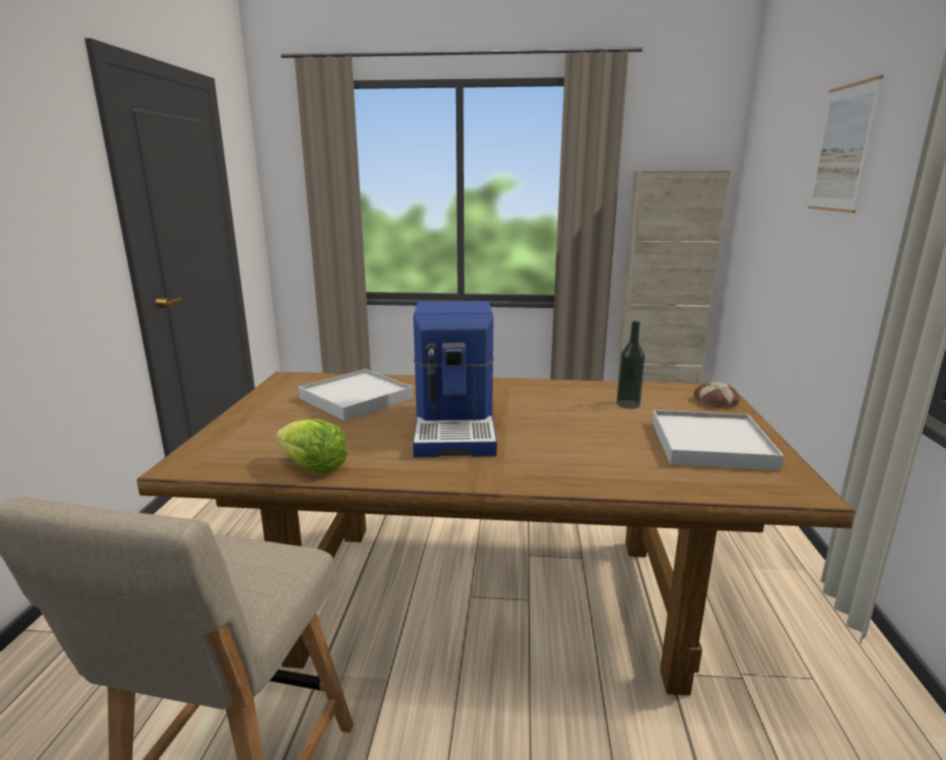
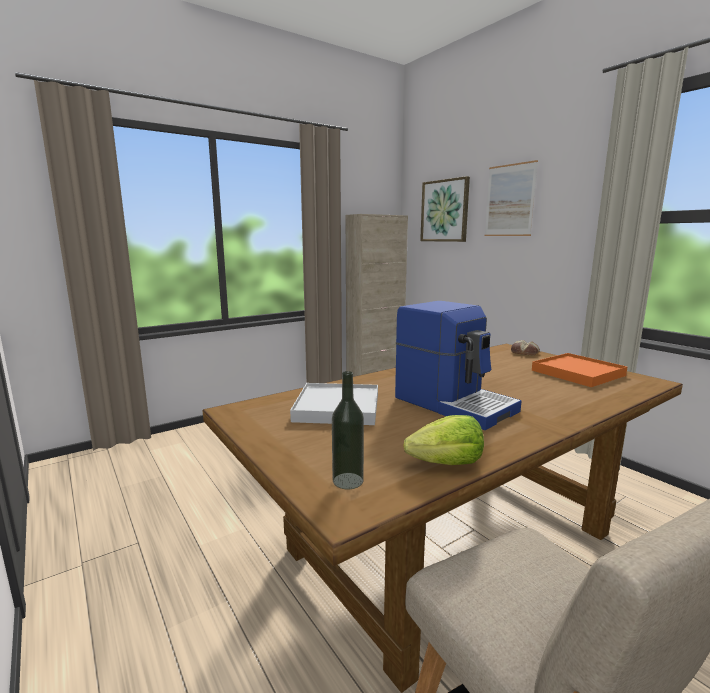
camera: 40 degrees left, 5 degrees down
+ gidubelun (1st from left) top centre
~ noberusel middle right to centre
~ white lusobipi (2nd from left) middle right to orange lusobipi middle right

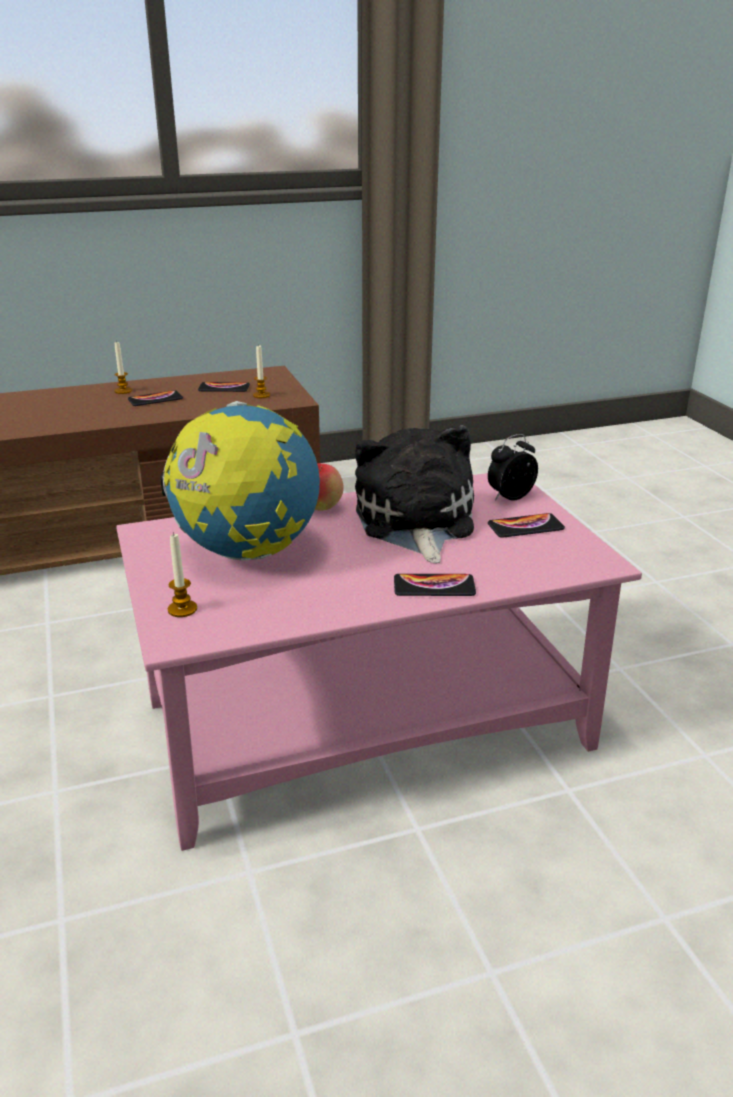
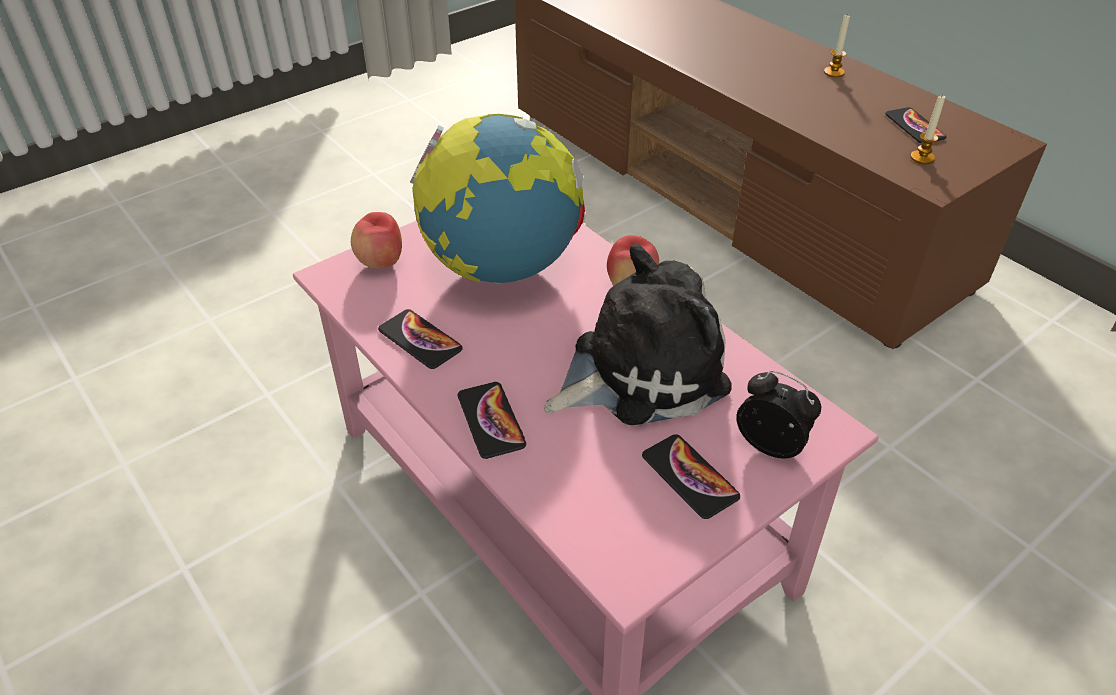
camera: 70 degrees right, 15 degrees up
~ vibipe (1st from left) middle left to centre
~ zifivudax (2nd from left) middle left to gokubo (1st from left) centre

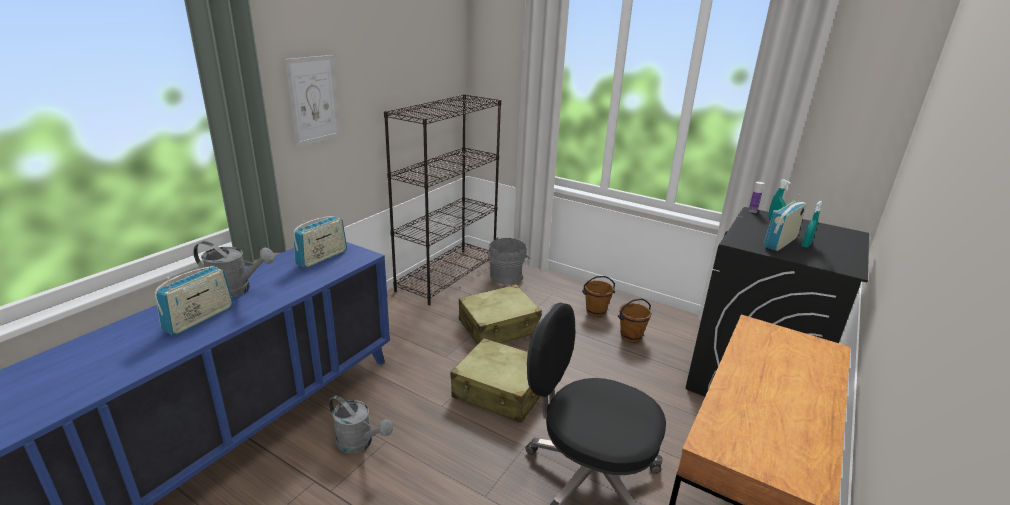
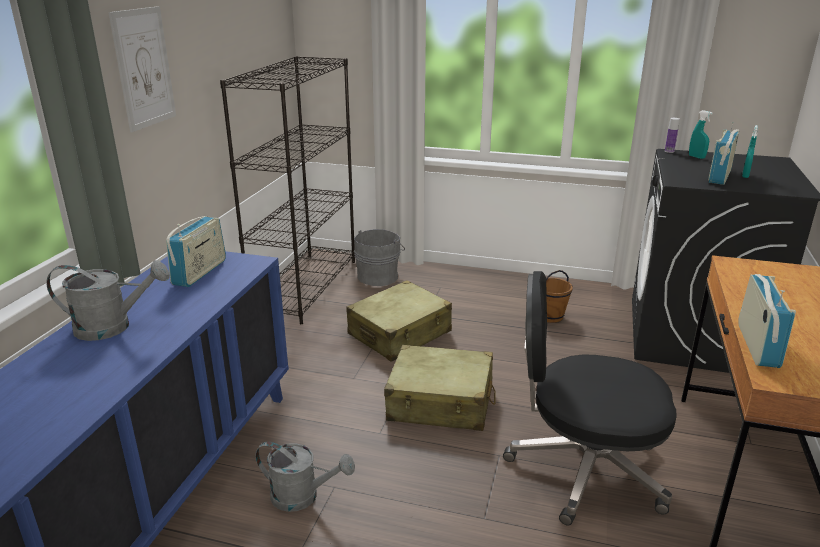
camera: 15 degrees left, 0 degrees up
- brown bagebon (1st from left) centre
~ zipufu (1st from left in the first image) middle left to zipufu (3rd from left) middle right

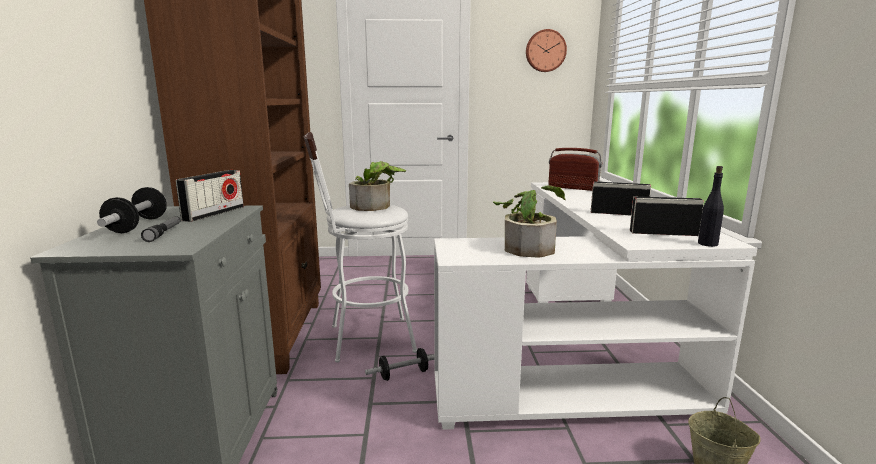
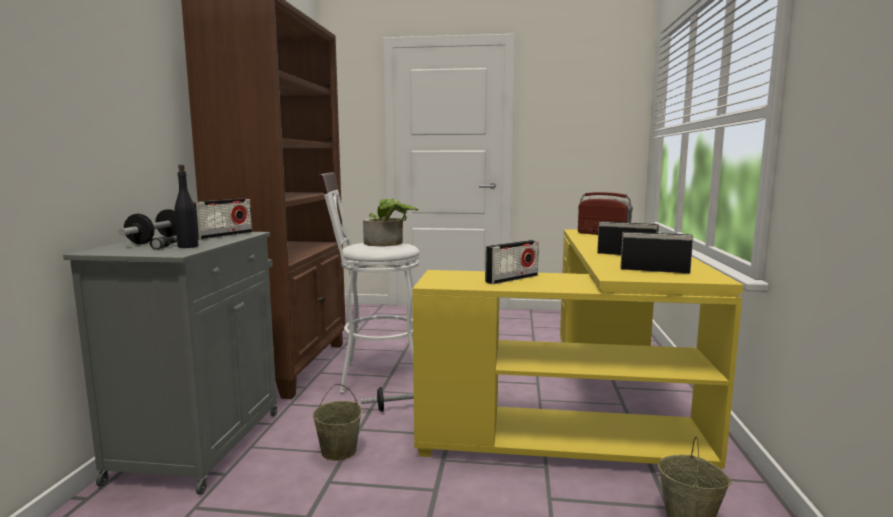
camera: 10 degrees right, 5 degrees down
- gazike top centre
+ beige bagebon (1st from left) bottom centre
~ black noberusel middle right to middle left
~ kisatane (2nd from left) centre to zipufu (2nd from left) centre
~ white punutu middle right to yellow punutu bottom centre

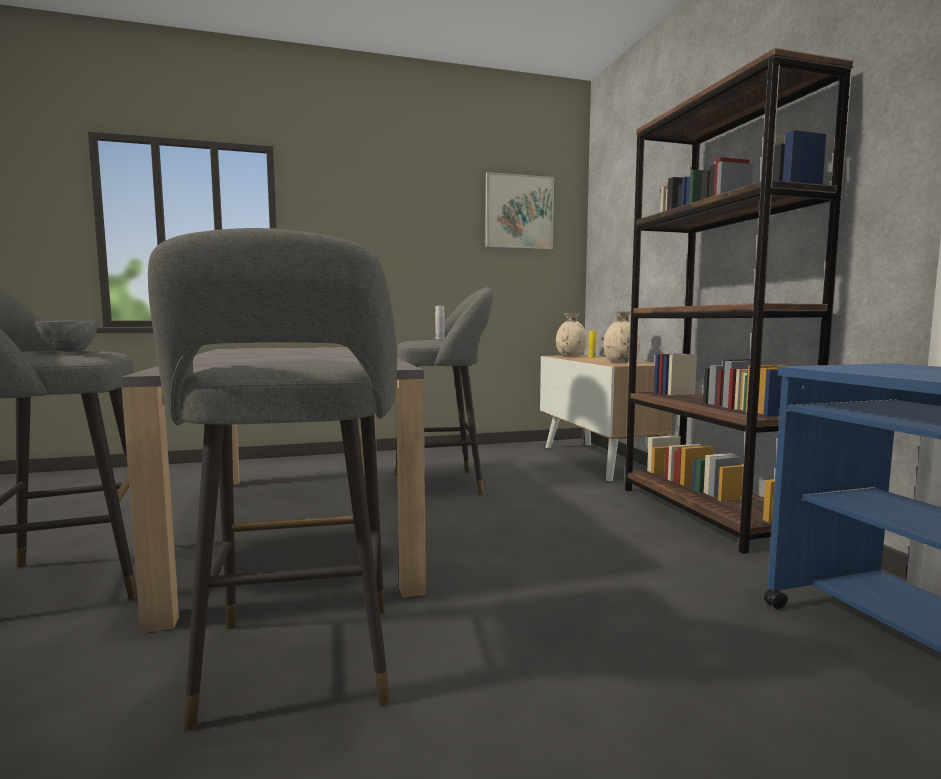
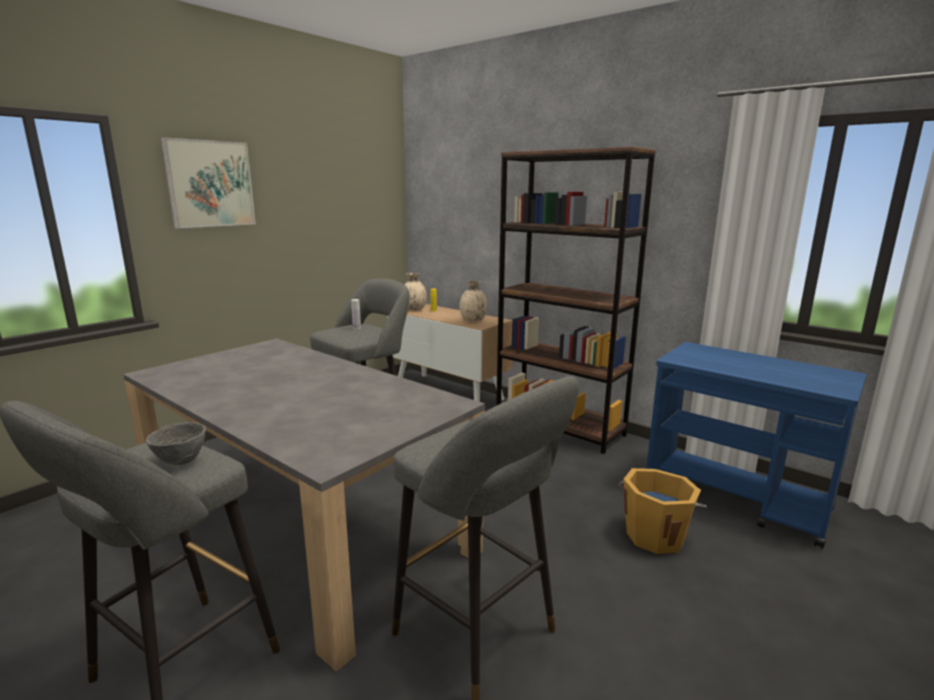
camera: 35 degrees left, 10 degrees up
+ orange bagebon bottom right
~ gidubelun top centre to top left

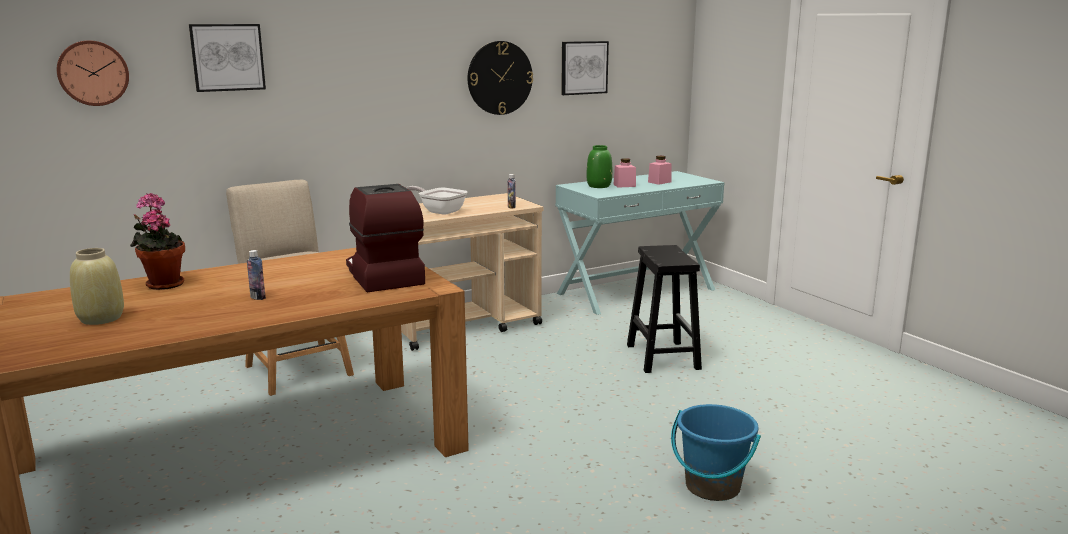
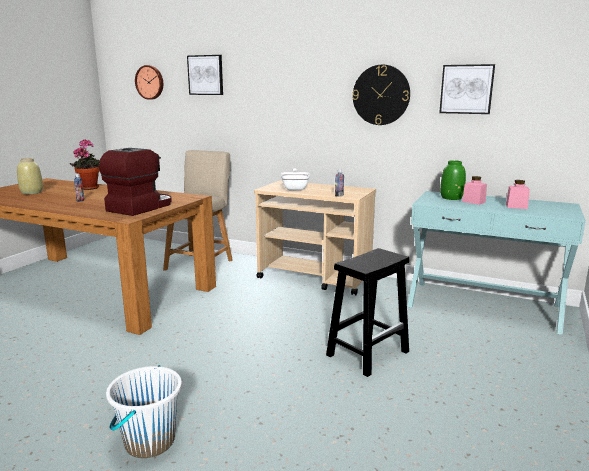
camera: 55 degrees right, 0 degrees up
~ blue bagebon bottom right to white bagebon bottom left

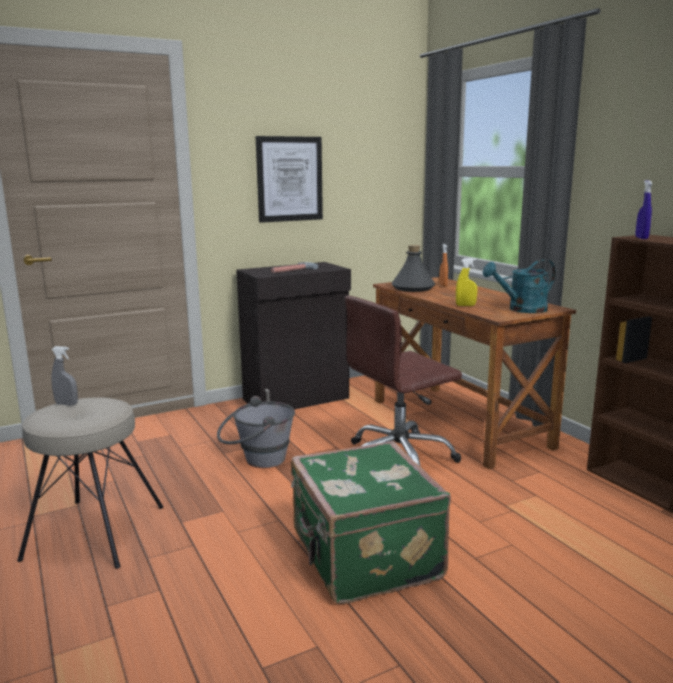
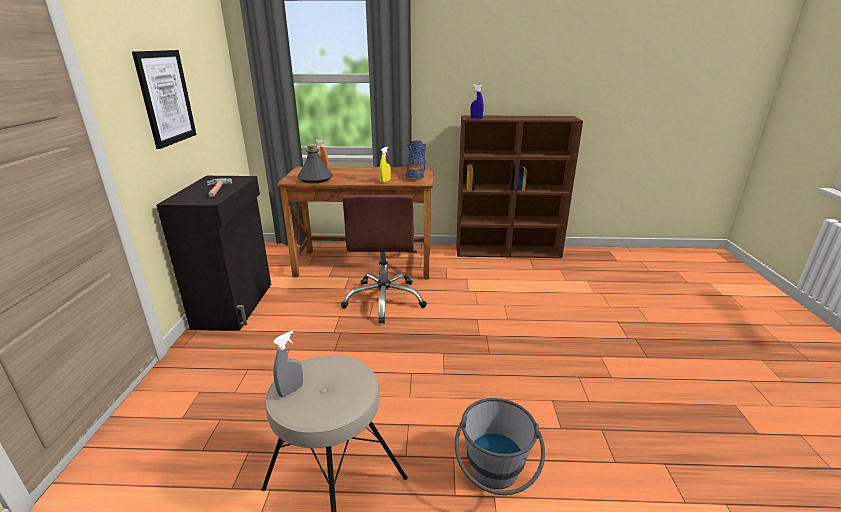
camera: 60 degrees left, 10 degrees up
- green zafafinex bottom centre
~ grey bagebon centre to bottom centre
~ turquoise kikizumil middle right to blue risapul top centre

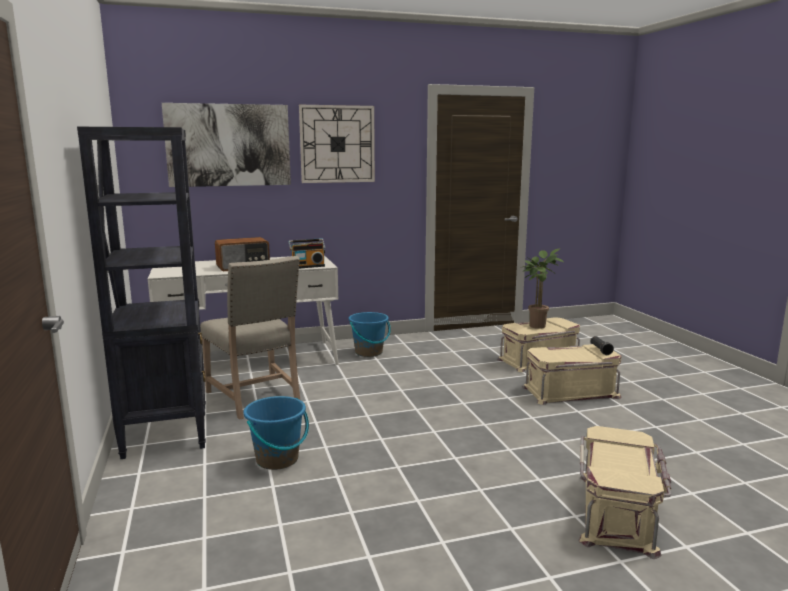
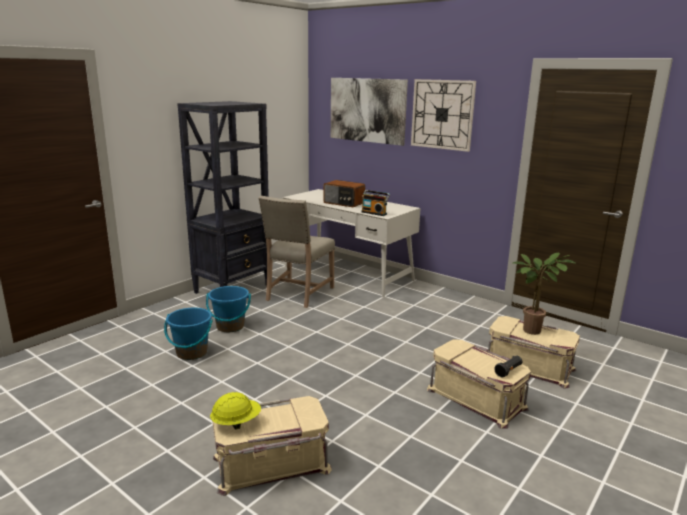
camera: 55 degrees right, 5 degrees up
+ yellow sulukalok bottom centre
~ blue bagebon (2nd from left in the first image) centre to blue bagebon (1st from left) middle left

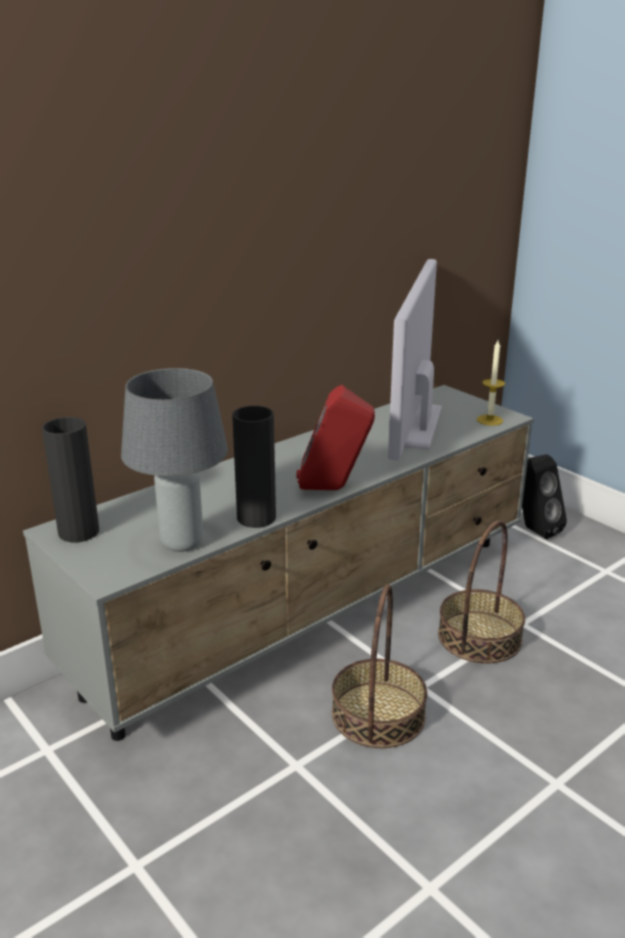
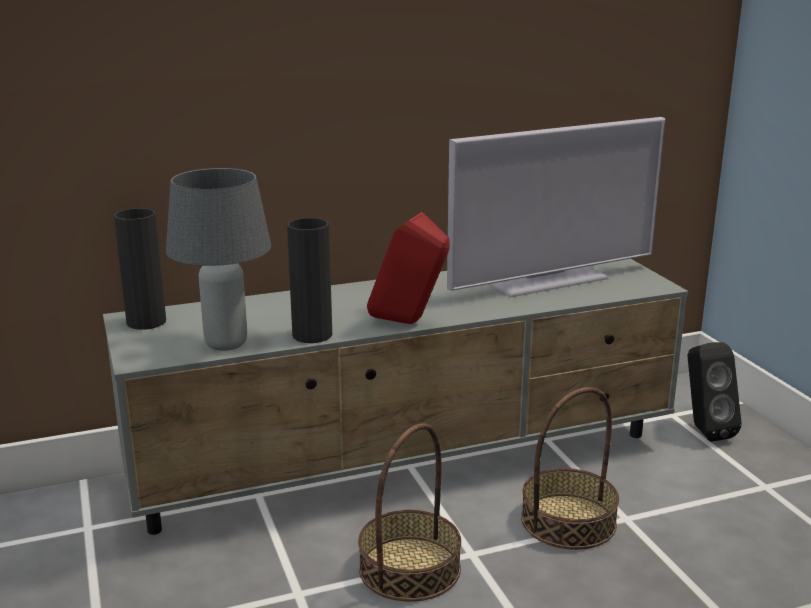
camera: 20 degrees right, 5 degrees down
- zifivudax middle right
~ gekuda centre = middle right 150 degrees counterclockwise

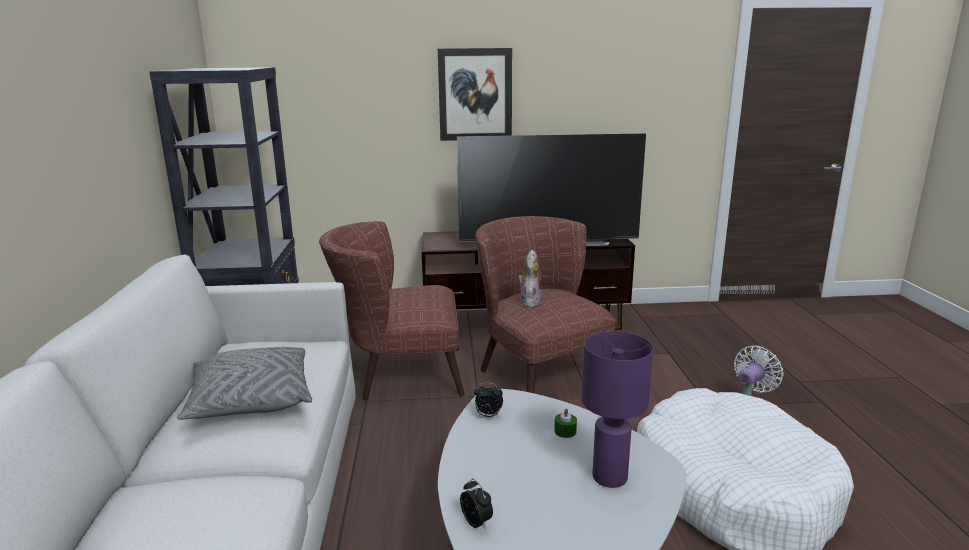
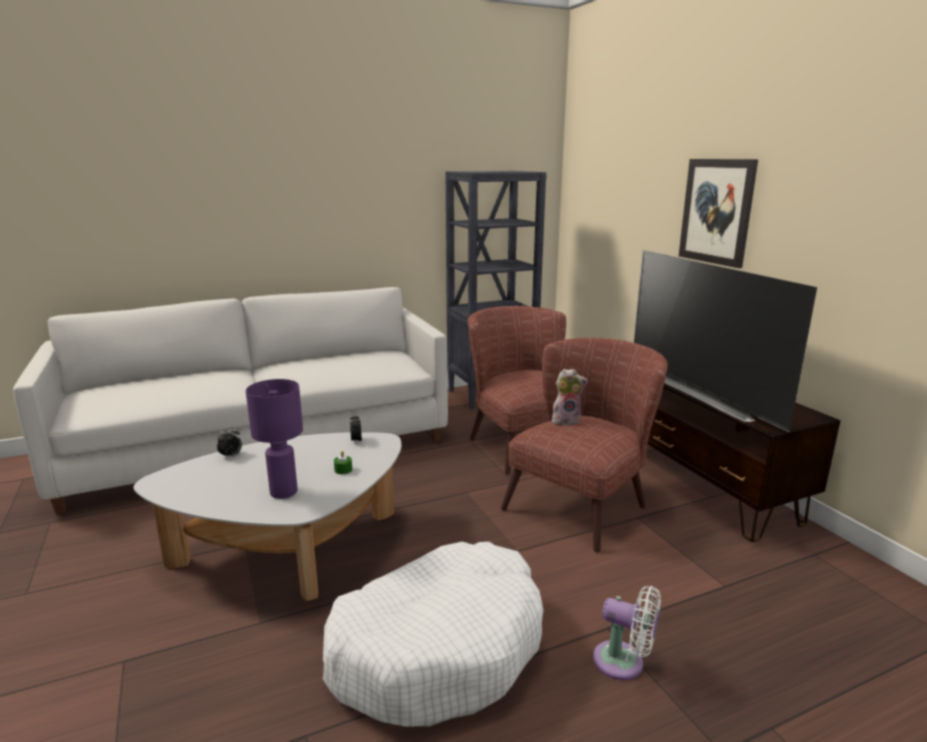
camera: 70 degrees right, 0 degrees up
- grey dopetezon bottom left

